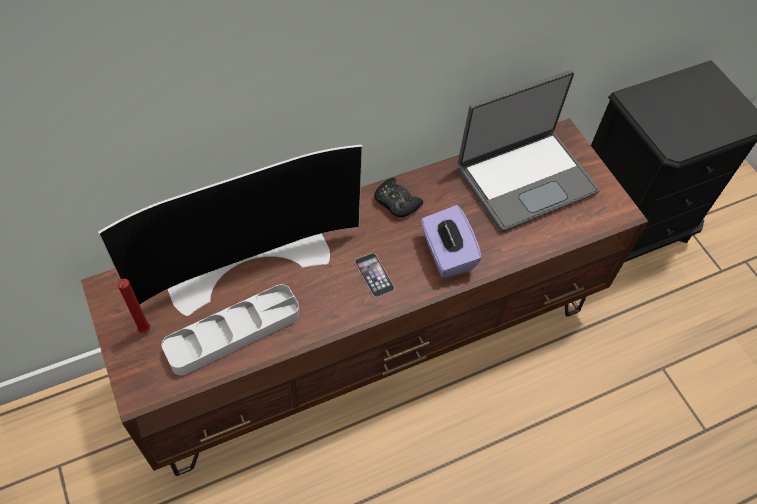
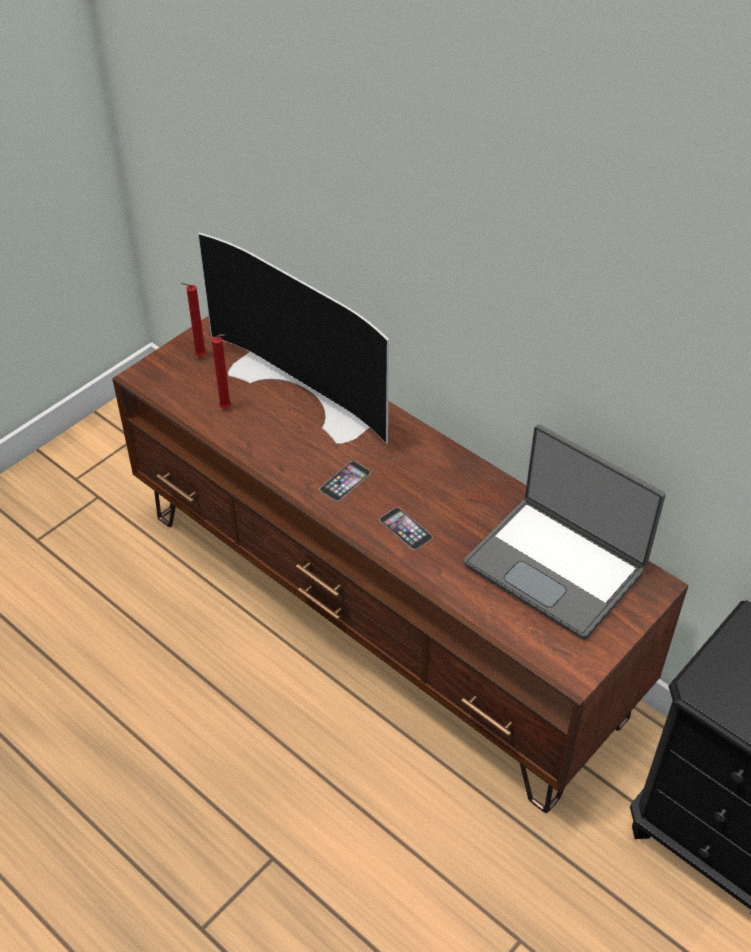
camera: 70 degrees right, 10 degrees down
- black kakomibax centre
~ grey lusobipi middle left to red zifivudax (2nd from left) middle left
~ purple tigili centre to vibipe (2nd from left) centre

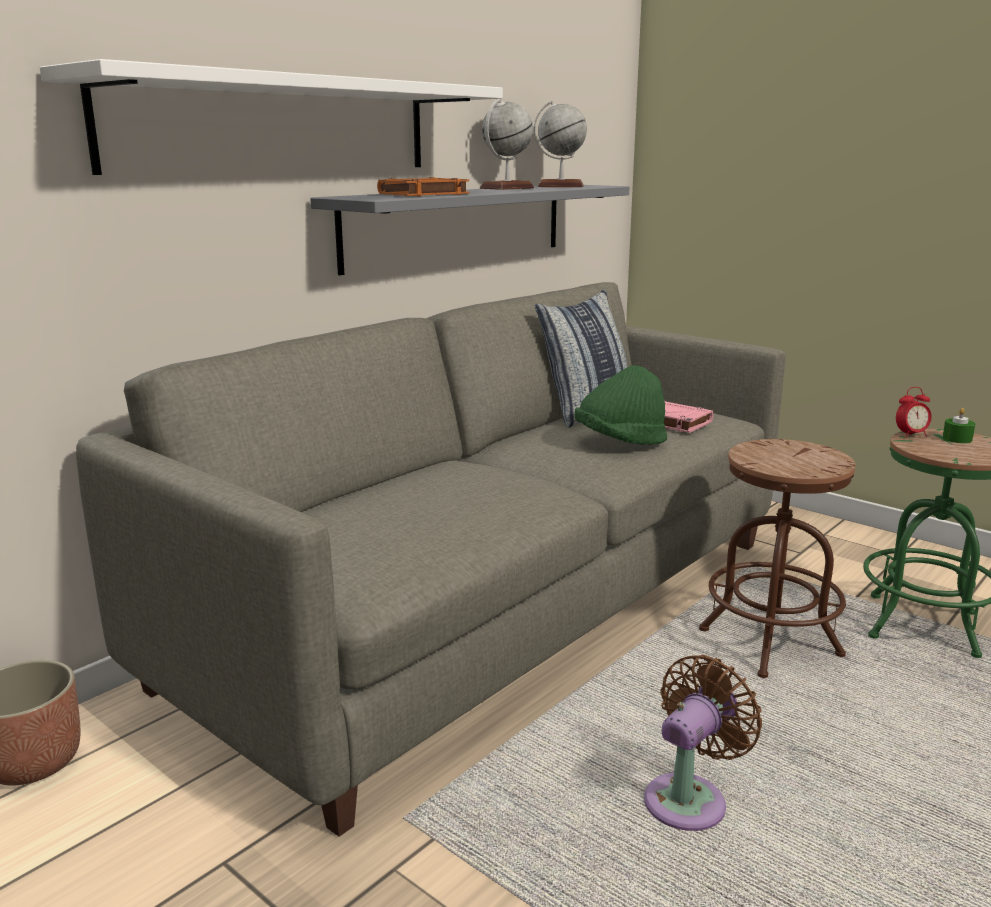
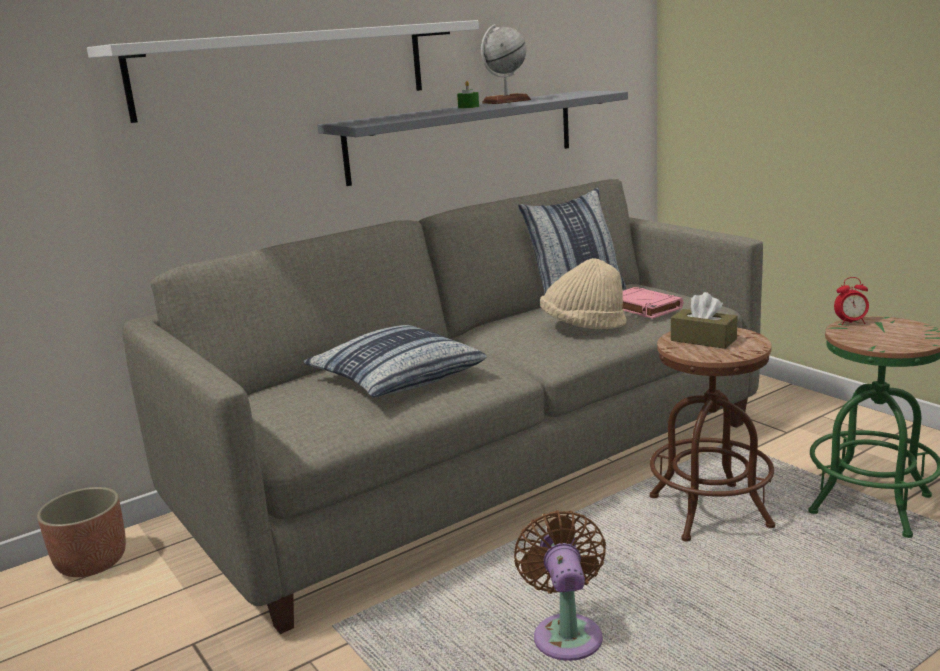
camera: 15 degrees right, 0 degrees up
- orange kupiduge top centre
- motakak (2nd from left) top centre
+ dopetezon (1st from left) centre
+ brown tigili middle right
~ green zifivudax middle right to top centre
~ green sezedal centre to beige sezedal centre
~ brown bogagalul bottom right = bottom centre 60 degrees counterclockwise

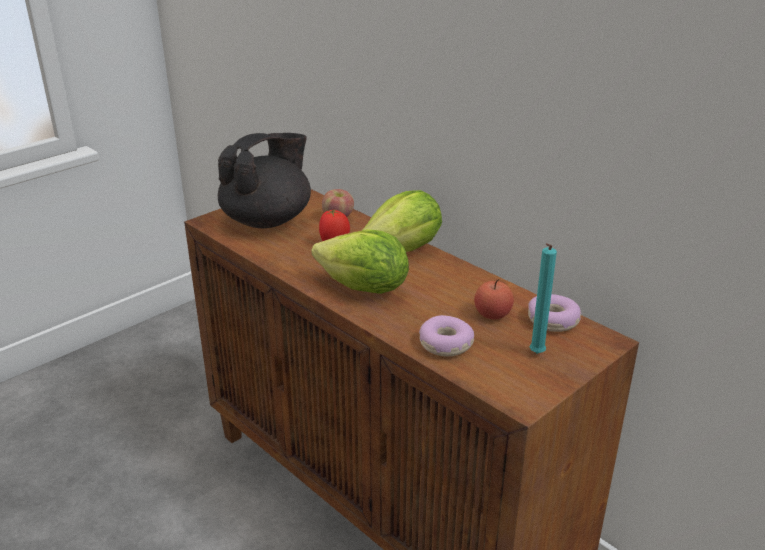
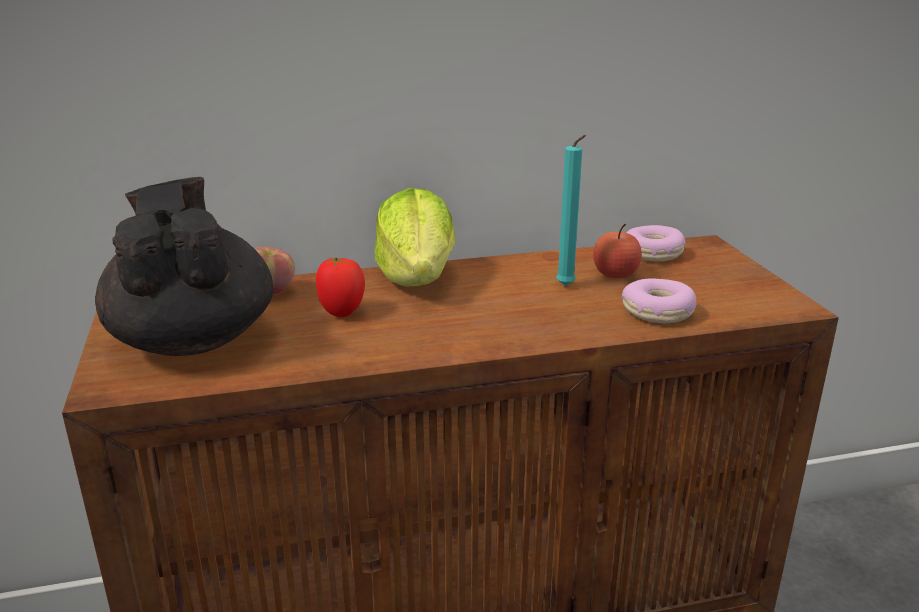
camera: 60 degrees left, 5 degrees down
- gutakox (1st from left) centre
~ turquoise zifivudax middle right to centre

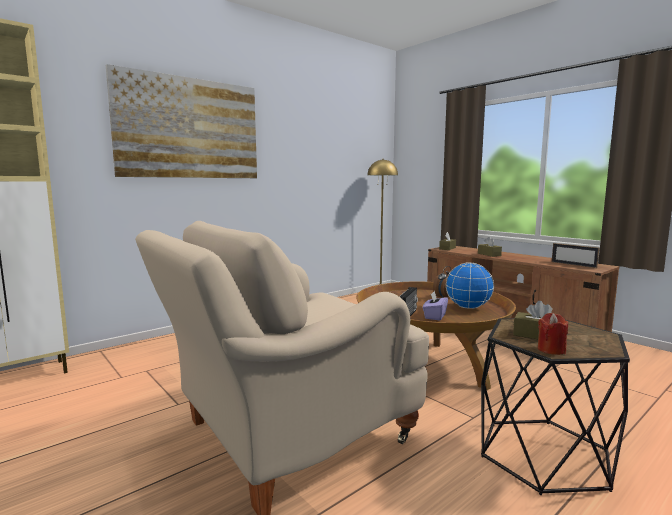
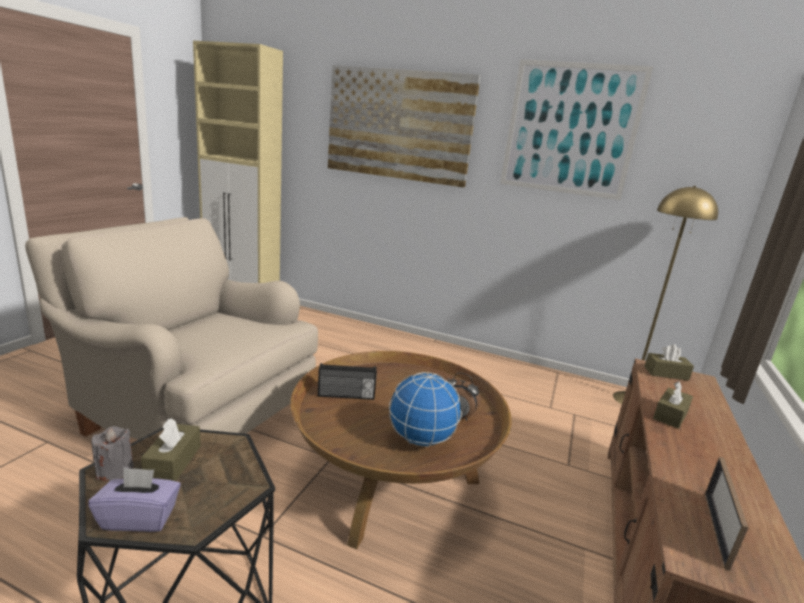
camera: 60 degrees right, 10 degrees up
+ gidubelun (2nd from left) top right
~ purple tigili centre to bottom left
~ red zifivudax middle right to grey zifivudax bottom left

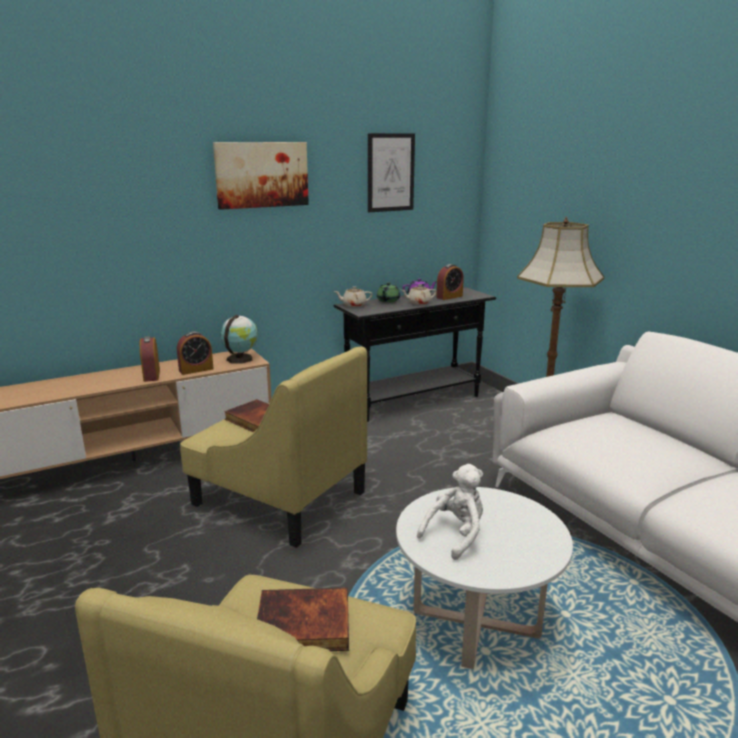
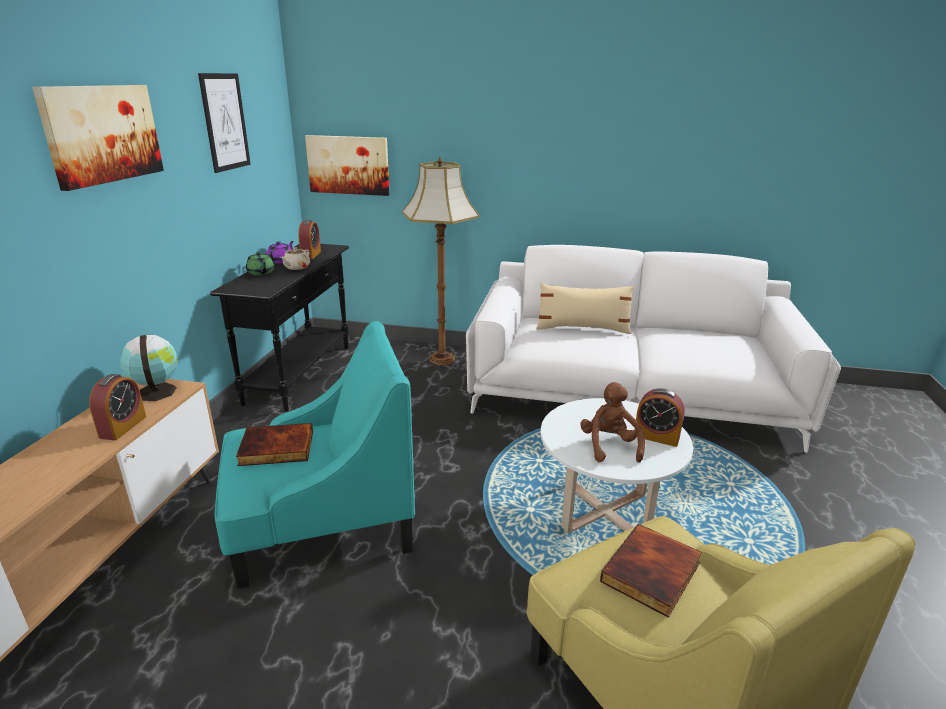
camera: 50 degrees left, 5 degrees up
- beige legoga (1st from left) centre
+ gidubelun (3rd from left) top centre
+ beige dopetezon centre
~ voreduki (1st from left in the first image) middle left to voreduki (3rd from left) middle right
~ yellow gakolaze (2nd from left) centre to turquoise gakolaze middle left
~ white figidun bottom centre to brown figidun centre

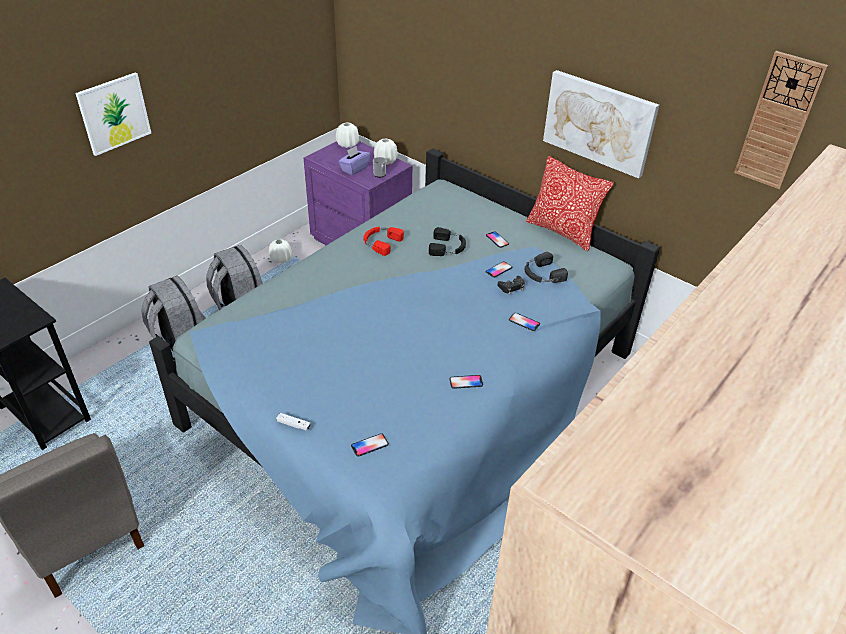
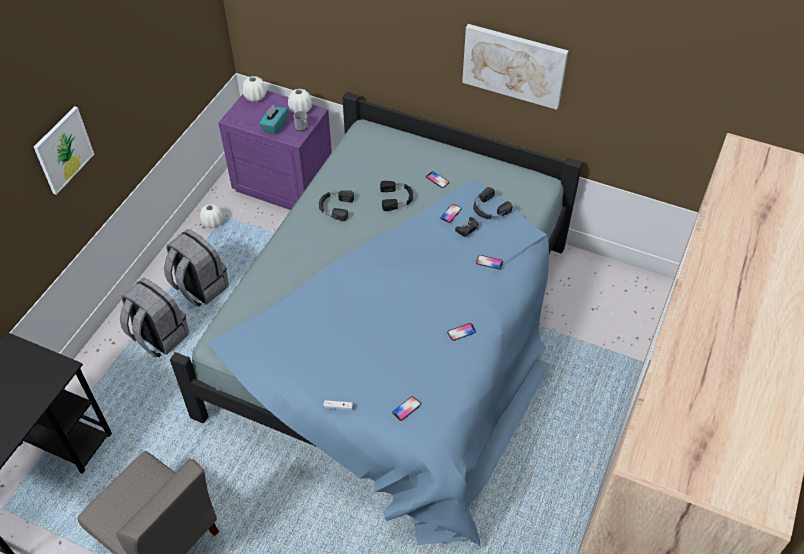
camera: 15 degrees left, 10 degrees up
- dopetezon top right
- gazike top right
~ purple tigili top centre to turquoise tigili top centre
~ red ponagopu centre to black ponagopu (1st from left) centre

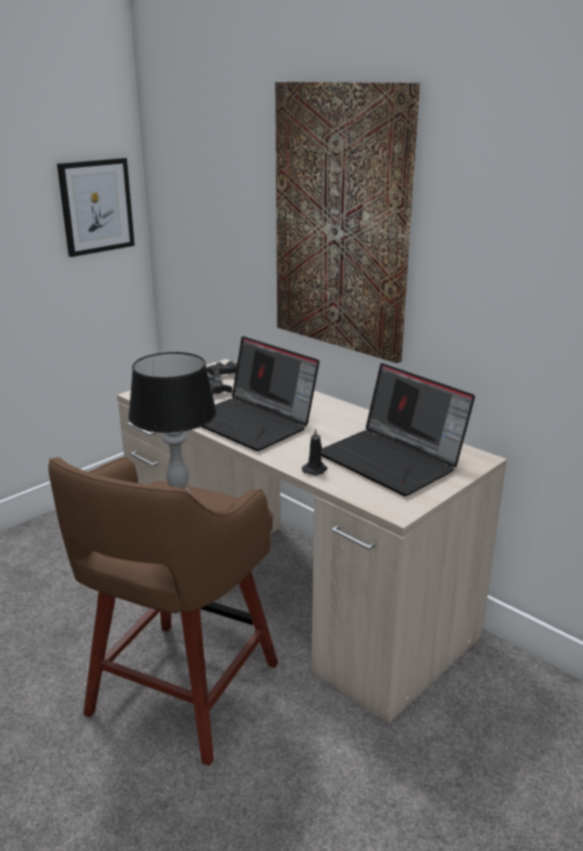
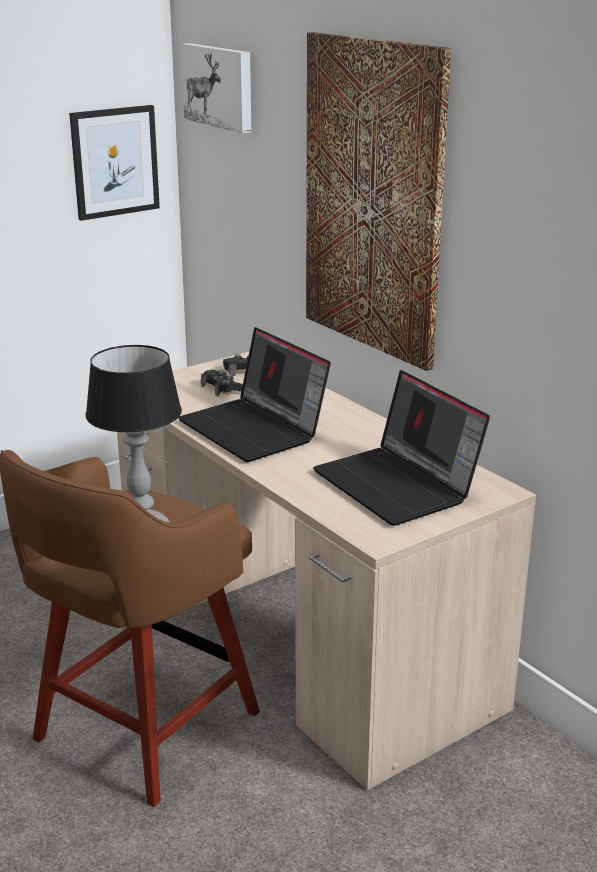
camera: 10 degrees right, 0 degrees up
- black zifivudax centre
+ gidubelun (2nd from left) top centre

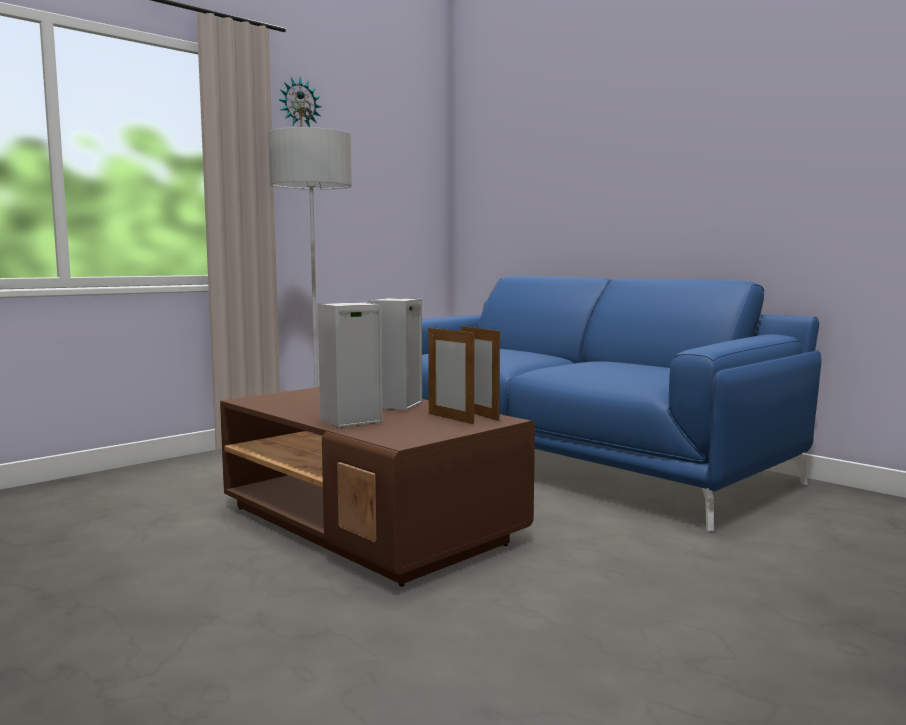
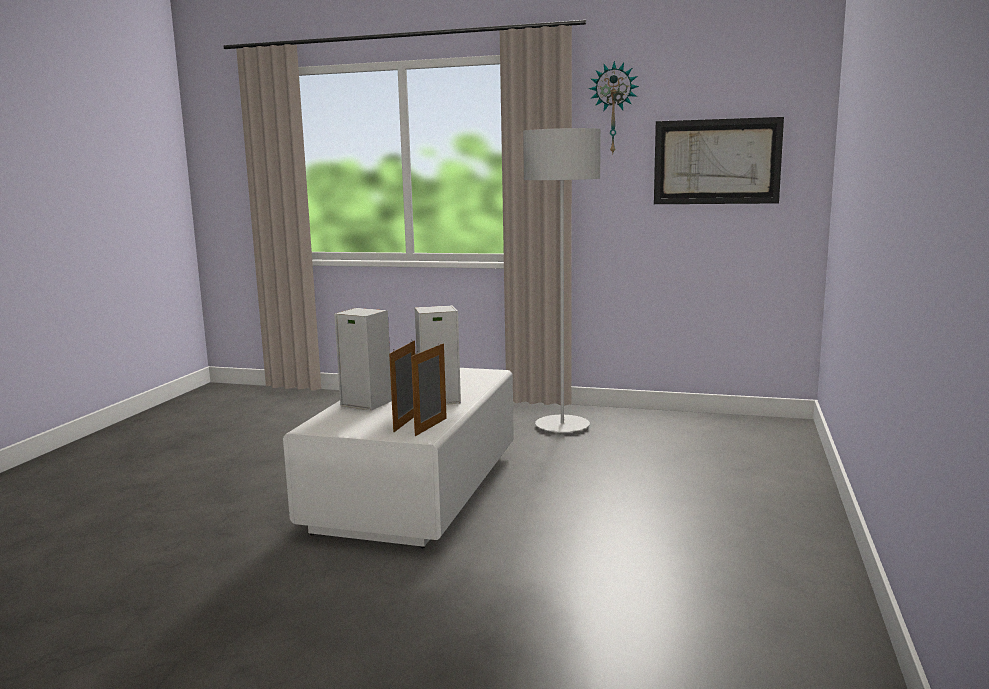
camera: 60 degrees right, 5 degrees up
- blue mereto middle right
+ gidubelun top right
~ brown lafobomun bottom centre to white lafobomun centre

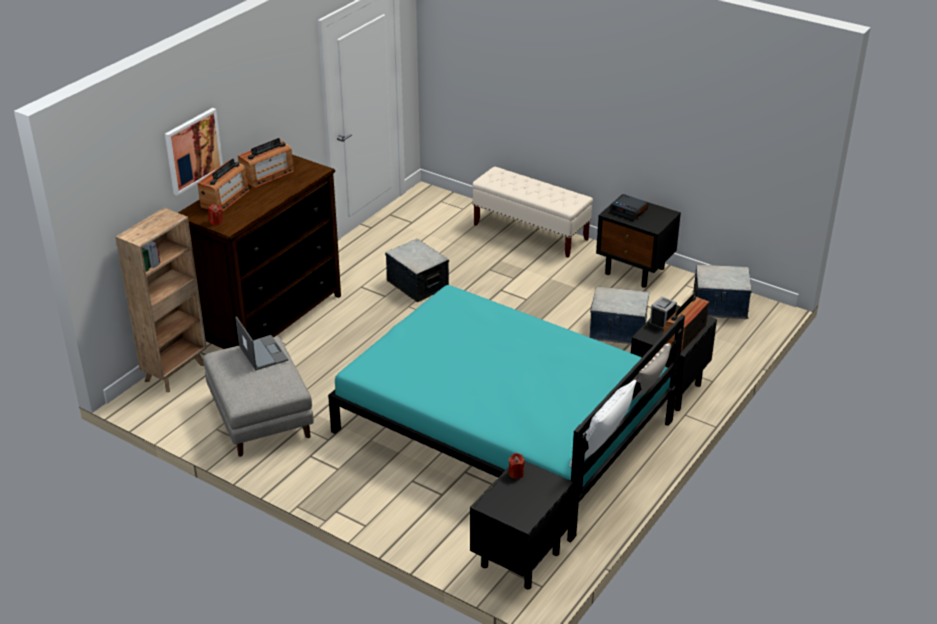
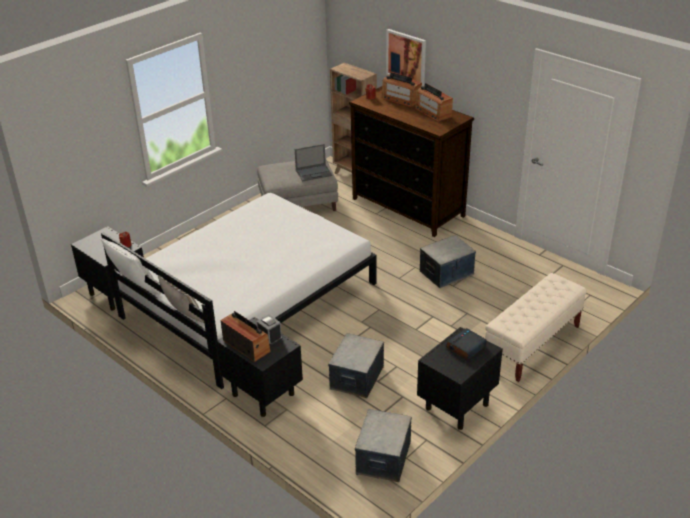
camera: 100 degrees right, 0 degrees up
~ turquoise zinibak centre to white zinibak centre

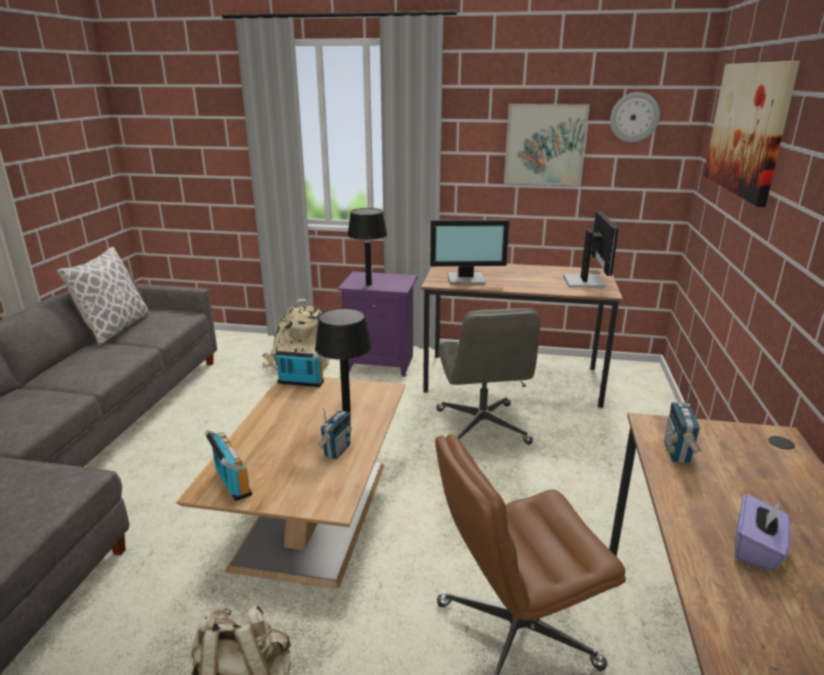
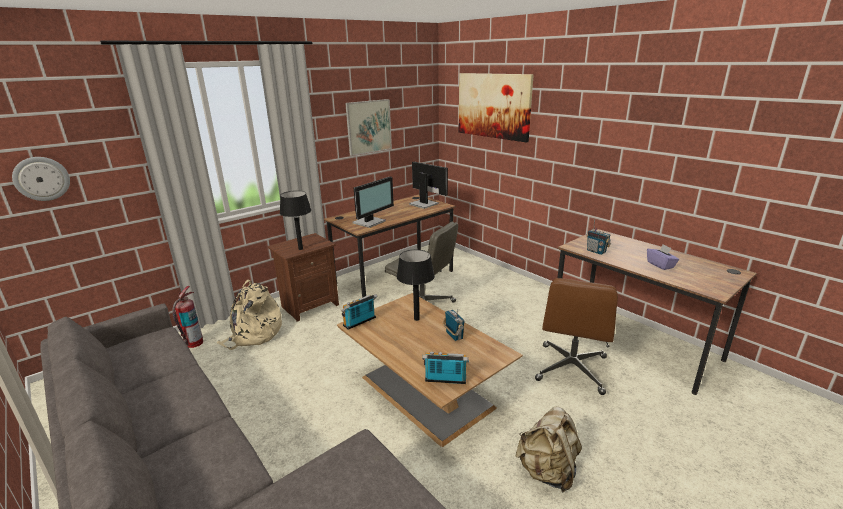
camera: 50 degrees left, 0 degrees up
- dopetezon middle left
+ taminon middle left
~ gazike top right to middle left
~ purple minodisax centre to brown minodisax centre

